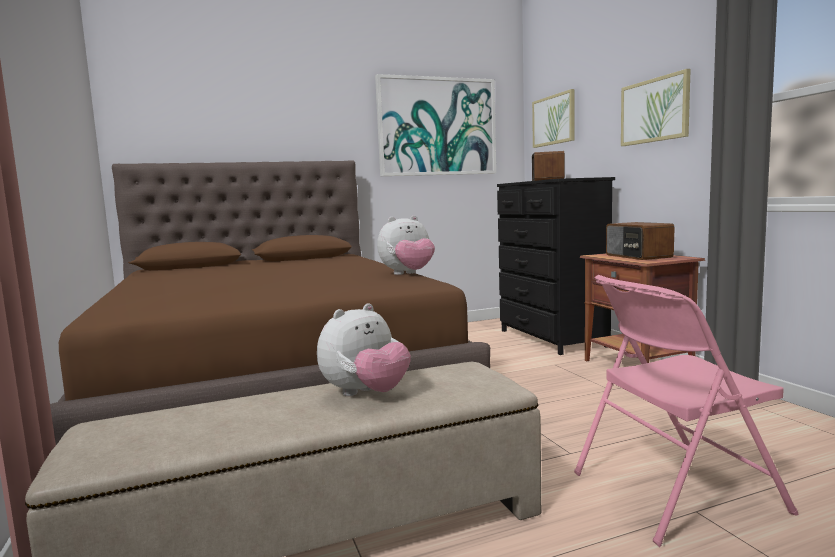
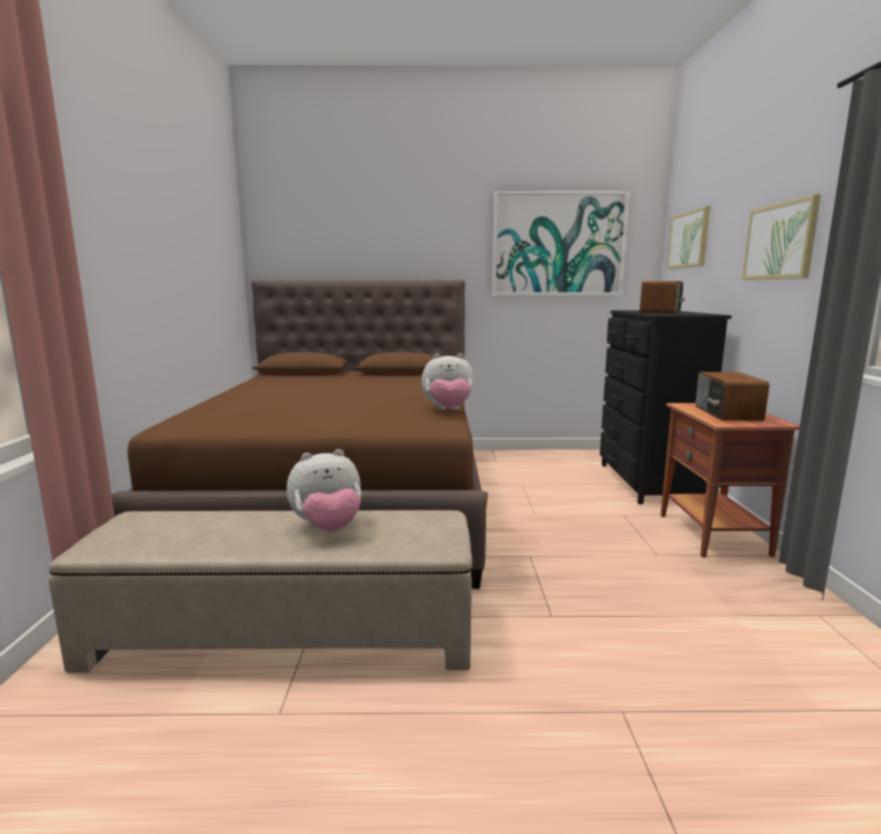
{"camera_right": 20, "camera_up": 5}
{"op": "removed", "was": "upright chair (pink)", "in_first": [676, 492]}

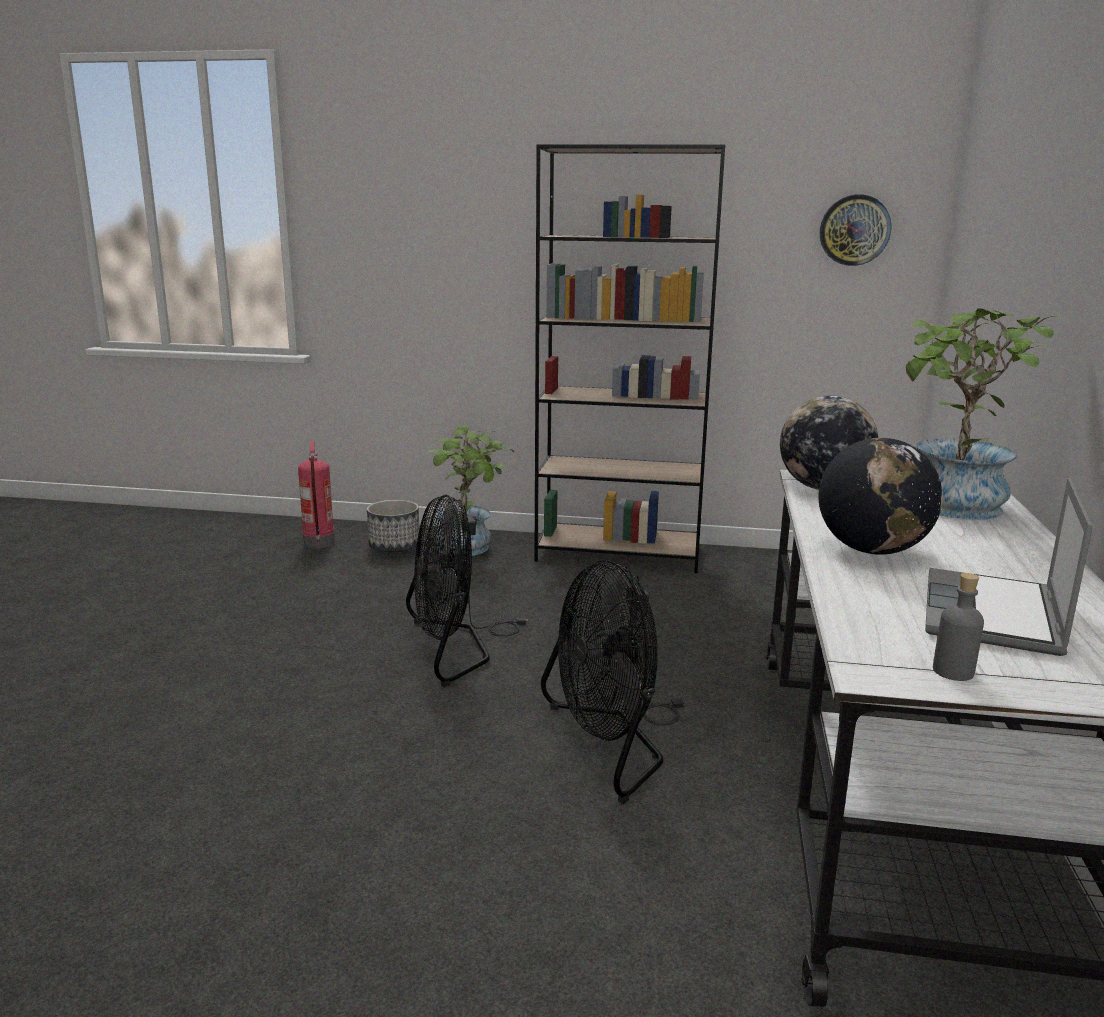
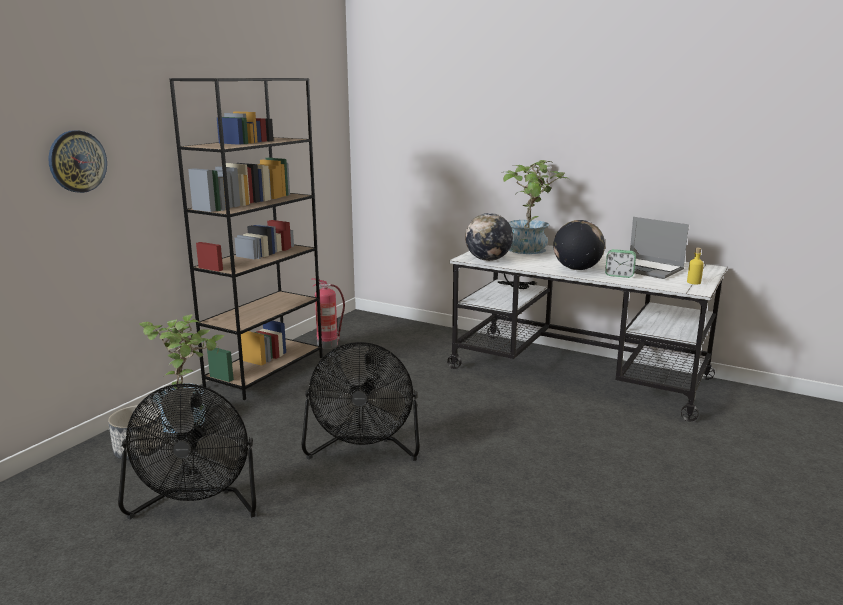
{"camera_right": -70, "camera_up": 0}
{"op": "moved", "was": "wall clock", "in_first": [854, 230], "in_second": [77, 161]}
{"op": "moved", "was": "electric fan (black)", "in_first": [615, 740], "in_second": [194, 502]}
{"op": "moved", "was": "extinguisher", "in_first": [319, 543], "in_second": [328, 344]}
{"op": "added", "now": "alarm clock", "in_second": [619, 275]}
{"op": "recoloured", "was": "bottle (grey)", "now": "bottle (yellow)", "in_first": [953, 671], "in_second": [693, 282]}

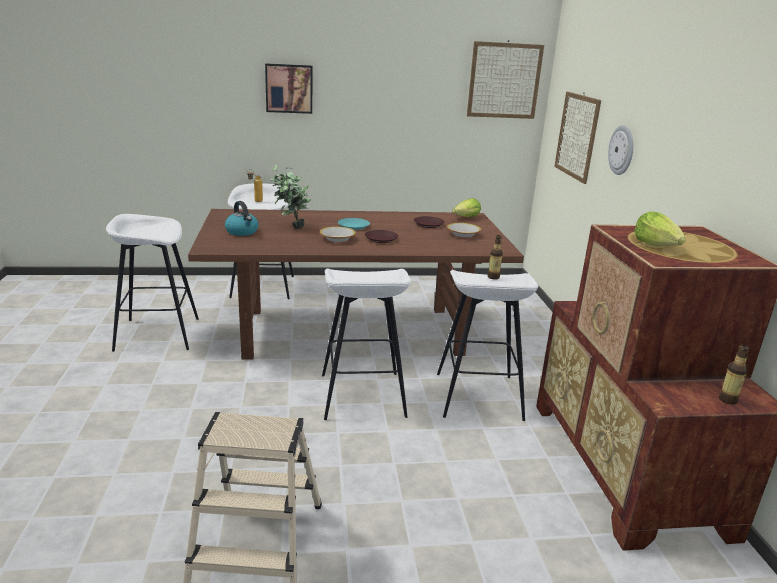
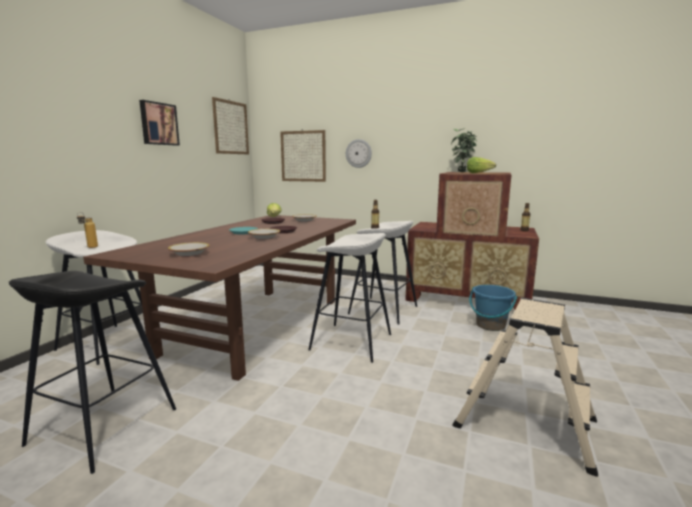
{"camera_right": -60, "camera_up": -10}
{"op": "recoloured", "was": "sitting stool (whitish)", "now": "sitting stool (black)", "in_first": [157, 334], "in_second": [103, 426]}
{"op": "moved", "was": "wall picture", "in_first": [289, 88], "in_second": [158, 124]}
{"op": "replaced", "was": "kettle", "now": "bowl", "in_first": [242, 232], "in_second": [189, 254]}
{"op": "moved", "was": "plant in a pot", "in_first": [290, 228], "in_second": [462, 172]}
{"op": "added", "now": "bucket (blue-coloured)", "in_second": [490, 325]}

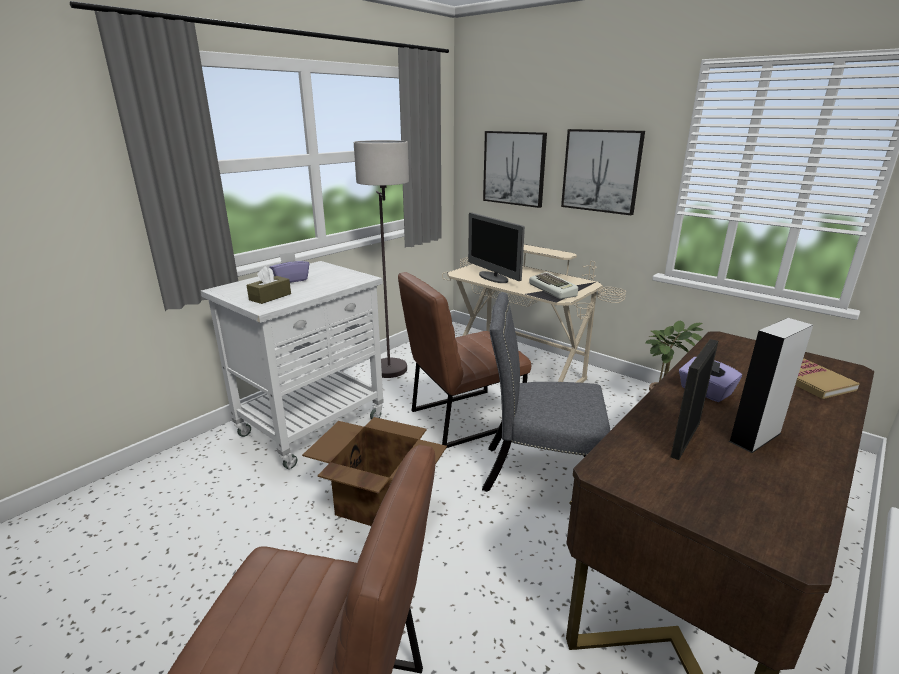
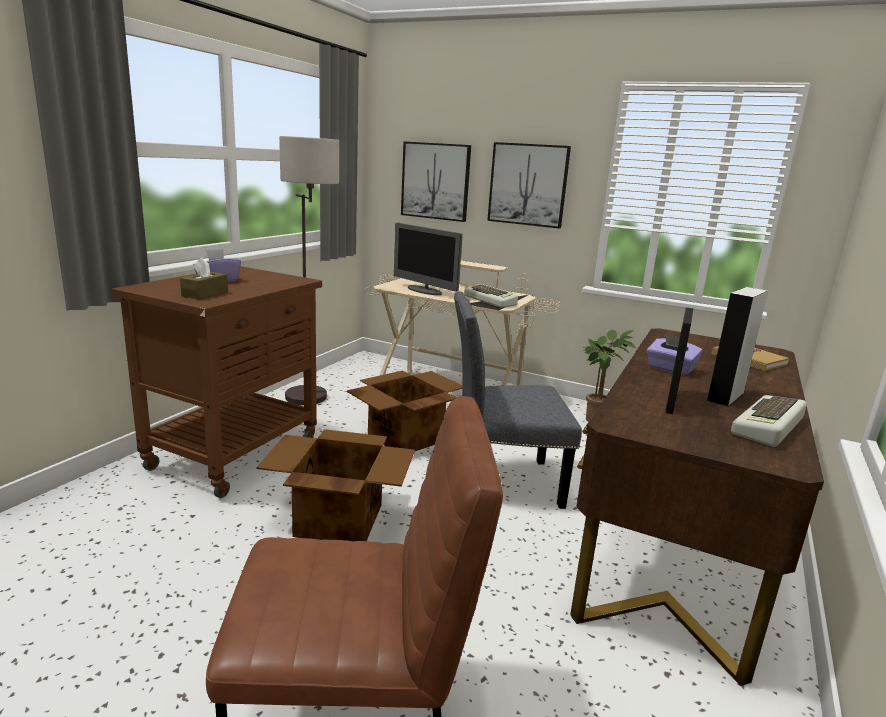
{"camera_right": -15, "camera_up": -5}
{"op": "recoloured", "was": "trolley (whitish)", "now": "trolley (brown-coloured)", "in_first": [313, 427], "in_second": [235, 456]}
{"op": "replaced", "was": "upright chair (brown-coloured)", "now": "packing box", "in_first": [463, 418], "in_second": [404, 438]}
{"op": "added", "now": "computer keyboard", "in_second": [770, 427]}

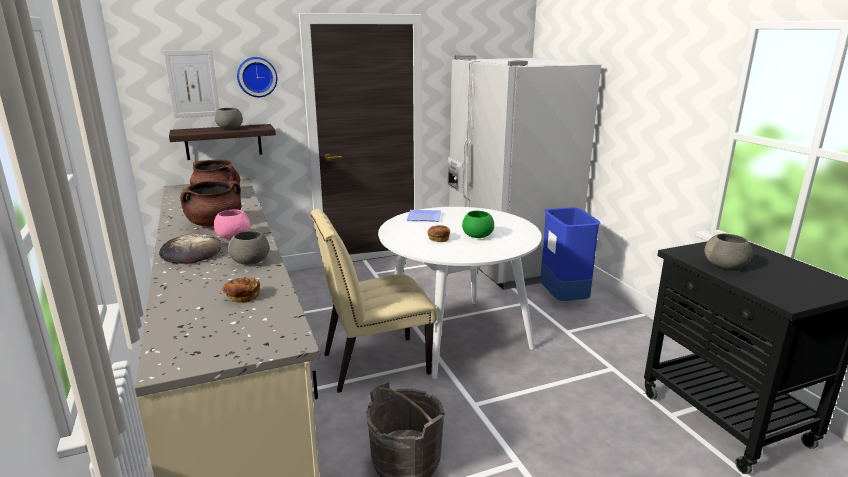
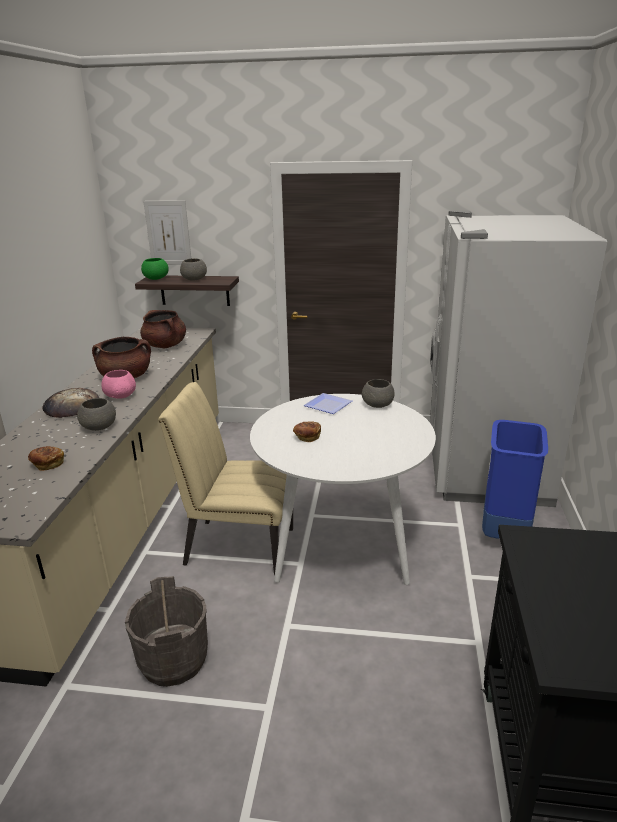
{"camera_right": 30, "camera_up": 5}
{"op": "moved", "was": "bowl (green)", "in_first": [477, 236], "in_second": [155, 278]}
{"op": "moved", "was": "bowl (grey)", "in_first": [725, 266], "in_second": [378, 405]}
{"op": "removed", "was": "wall clock", "in_first": [257, 77]}

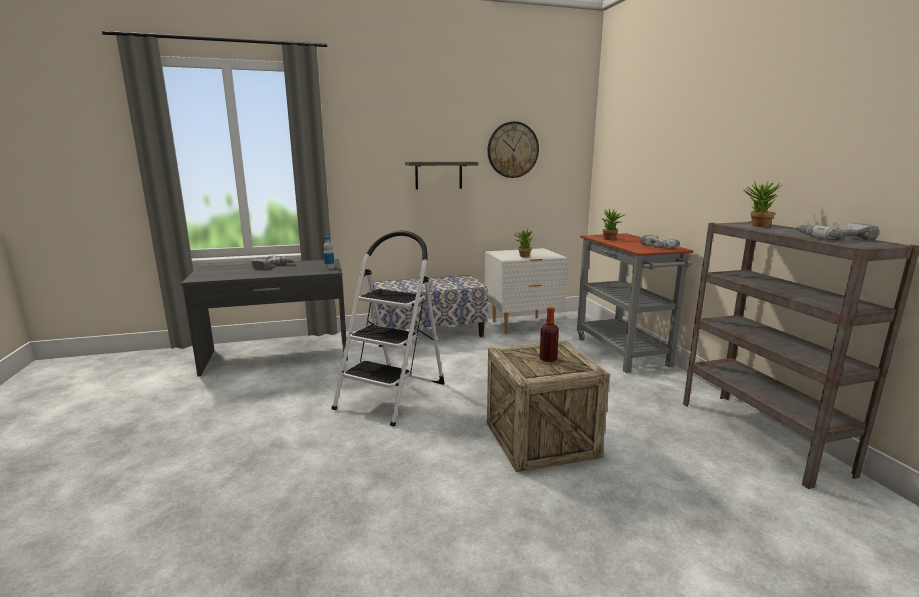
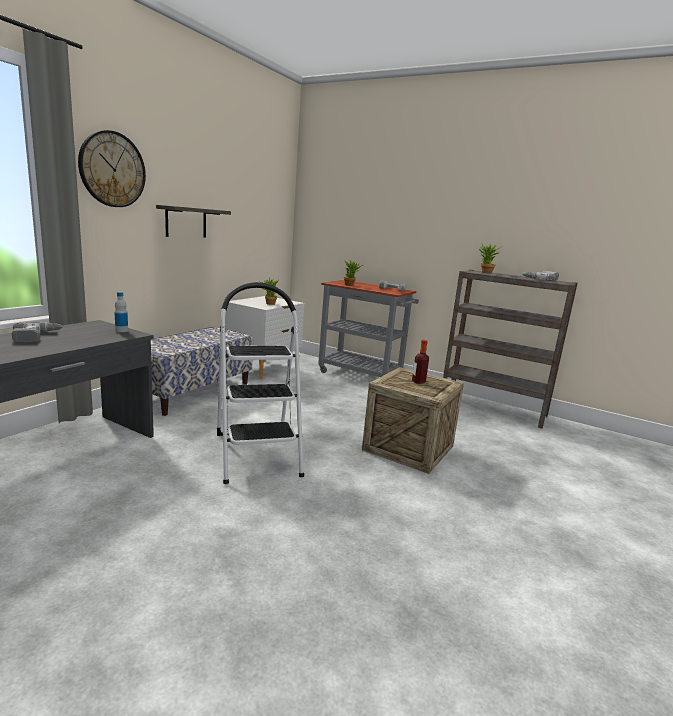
{"camera_right": -45, "camera_up": 0}
{"op": "moved", "was": "wall clock", "in_first": [512, 150], "in_second": [112, 169]}

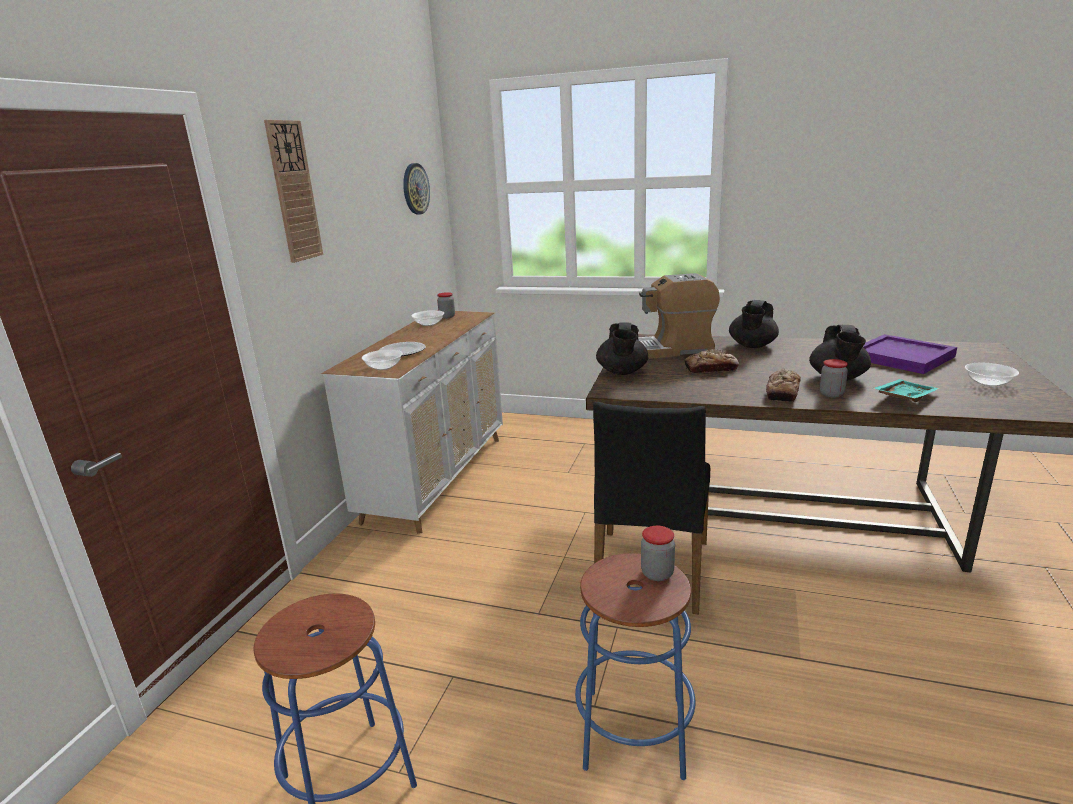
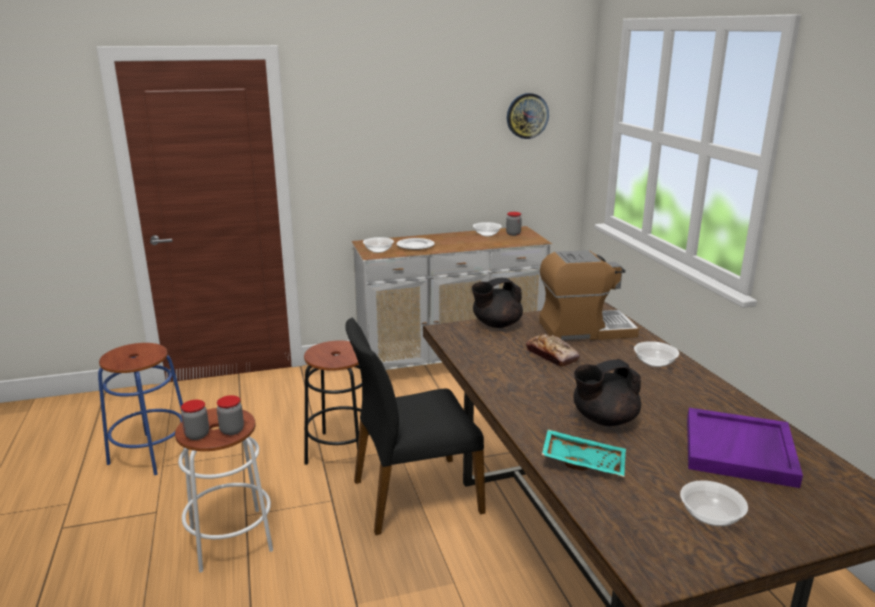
{"camera_right": 55, "camera_up": 0}
{"op": "recoloured", "was": "sitting stool (blue-coloured)", "now": "sitting stool (whitish)", "in_first": [634, 732], "in_second": [230, 539]}
{"op": "moved", "was": "storage jar", "in_first": [831, 394], "in_second": [197, 435]}
{"op": "added", "now": "sitting stool (black)", "in_second": [341, 450]}
{"op": "turned", "was": "coffee brewer", "in_first": [670, 350], "in_second": [584, 330], "clockwise": 120}
{"op": "replaced", "was": "tea pot (black)", "now": "bowl", "in_first": [752, 346], "in_second": [654, 362]}
{"op": "removed", "was": "wall clock", "in_first": [294, 192]}
{"op": "removed", "was": "bread", "in_first": [782, 392]}

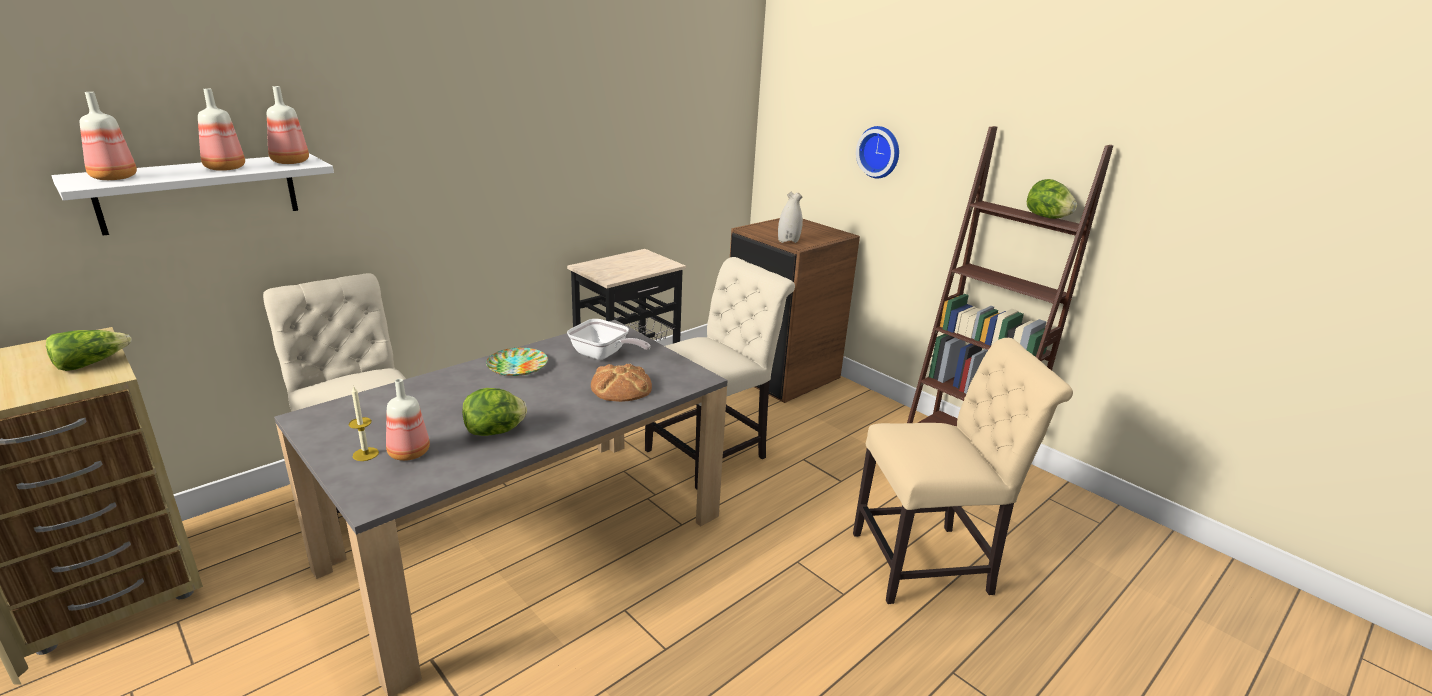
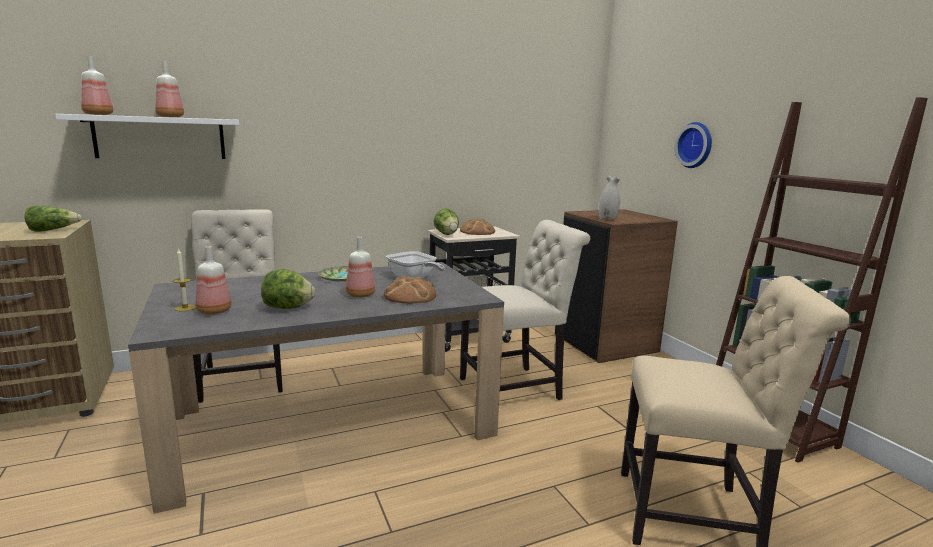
{"camera_right": 20, "camera_up": -10}
{"op": "moved", "was": "bottle", "in_first": [290, 162], "in_second": [360, 295]}
{"op": "moved", "was": "lettuce", "in_first": [1046, 217], "in_second": [446, 234]}
{"op": "added", "now": "bread", "in_second": [477, 231]}

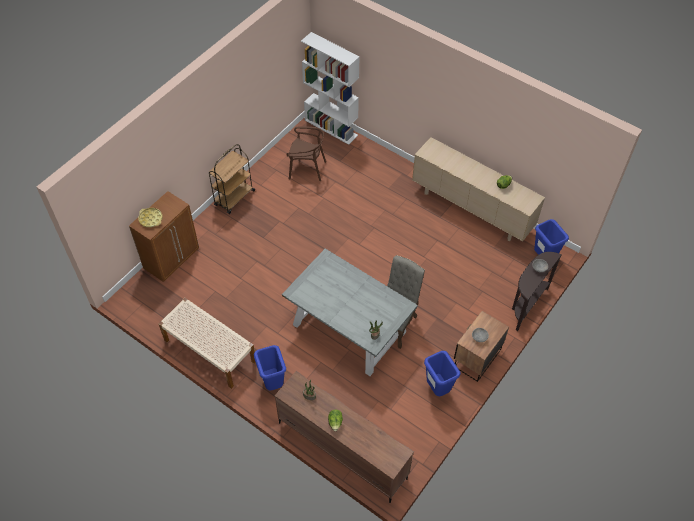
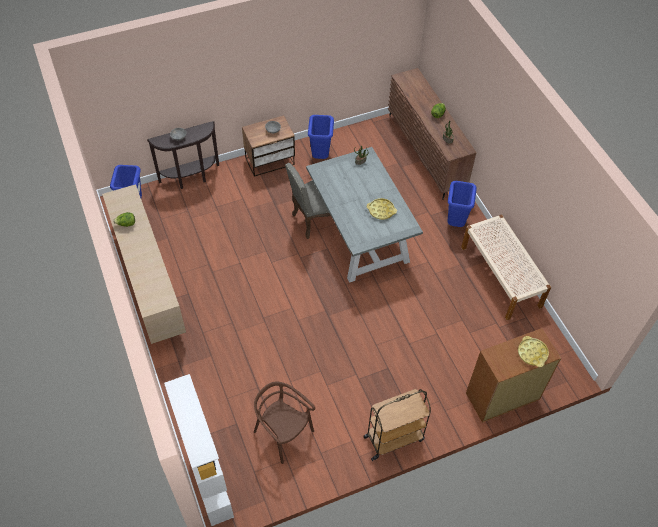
{"camera_right": -150, "camera_up": 0}
{"op": "added", "now": "carrying tray (yellow)", "in_second": [381, 210]}

